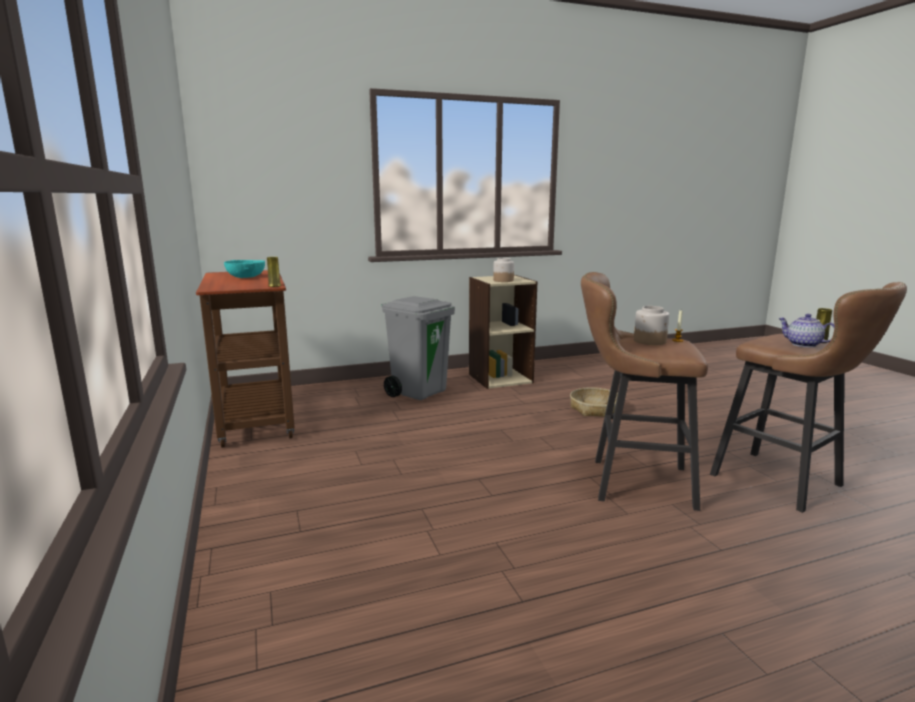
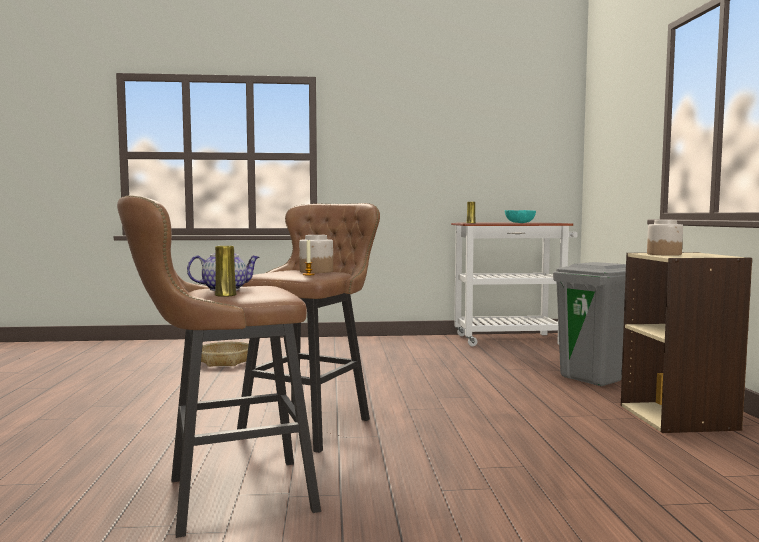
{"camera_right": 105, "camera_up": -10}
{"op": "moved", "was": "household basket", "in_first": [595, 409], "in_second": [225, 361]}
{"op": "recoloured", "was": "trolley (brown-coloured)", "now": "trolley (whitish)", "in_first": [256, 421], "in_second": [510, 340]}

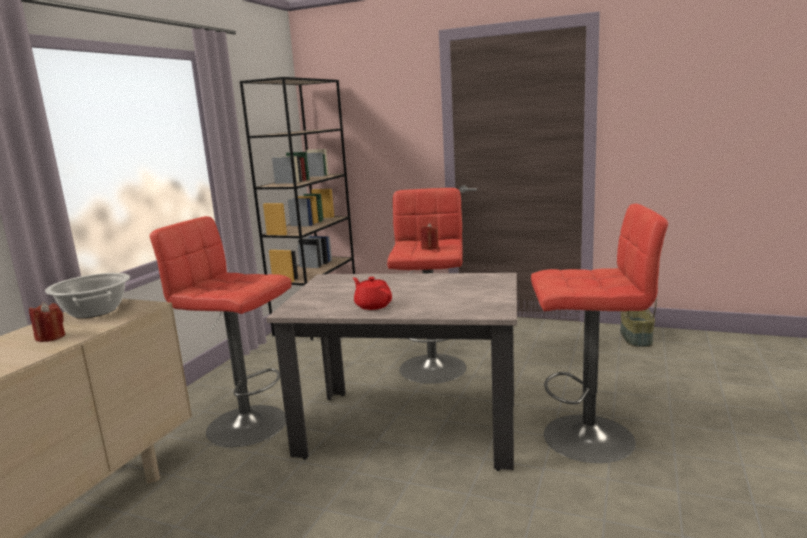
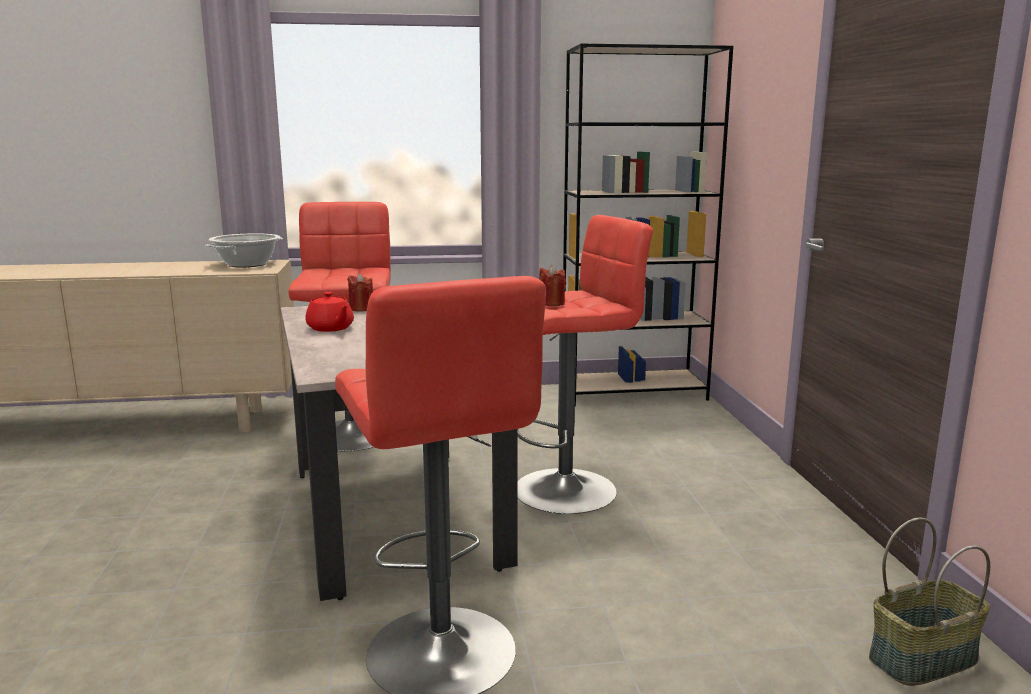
{"camera_right": 60, "camera_up": 0}
{"op": "turned", "was": "tea pot (red-coloured)", "in_first": [373, 305], "in_second": [330, 328], "clockwise": 120}
{"op": "moved", "was": "wax candle (red-coloured)", "in_first": [51, 337], "in_second": [361, 308]}

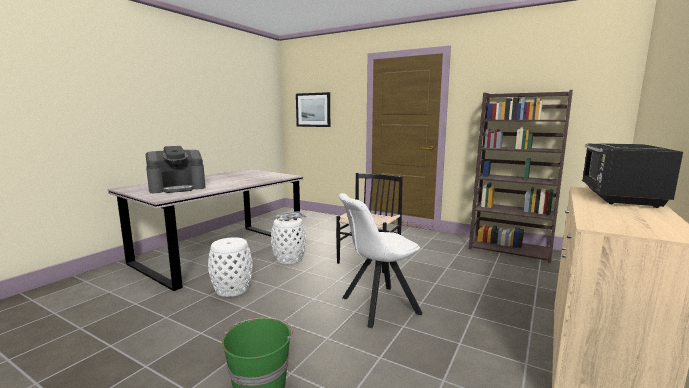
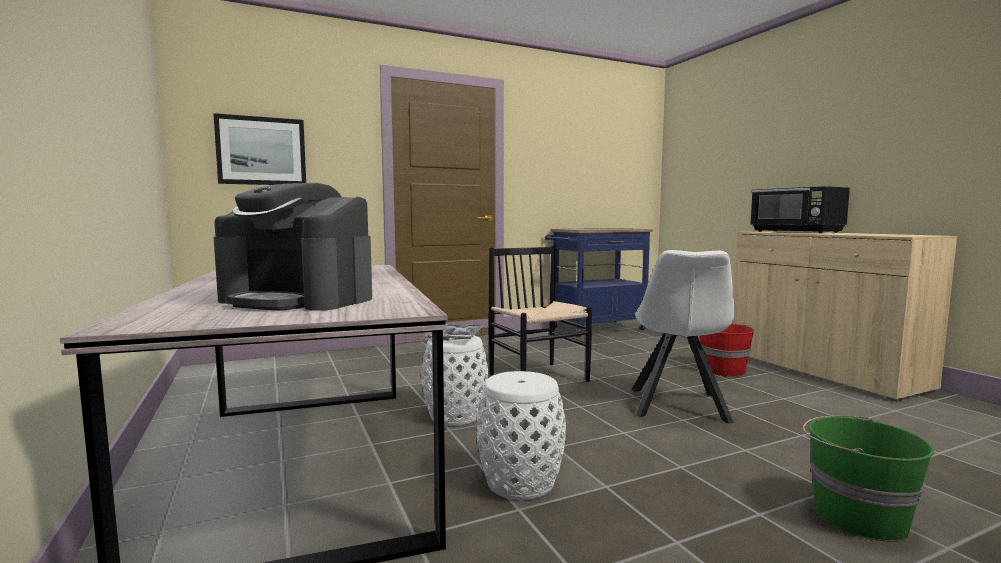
{"camera_right": -55, "camera_up": -5}
{"op": "turned", "was": "coffee brewer", "in_first": [177, 188], "in_second": [299, 299], "clockwise": 105}
{"op": "replaced", "was": "bookcase (brown-coloured)", "now": "trolley (blue-coloured)", "in_first": [510, 249], "in_second": [595, 329]}
{"op": "added", "now": "bucket (red-coloured)", "in_second": [722, 370]}

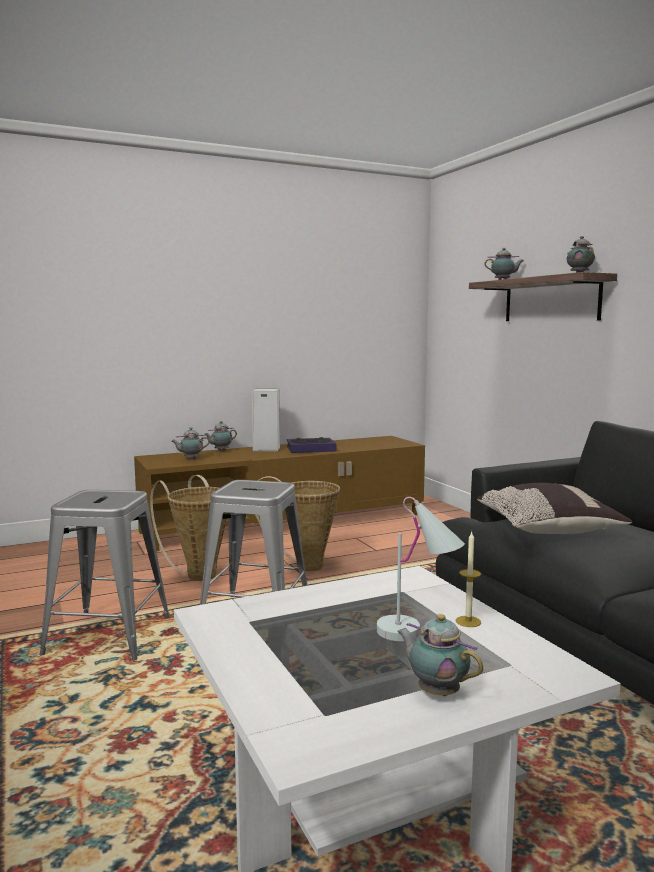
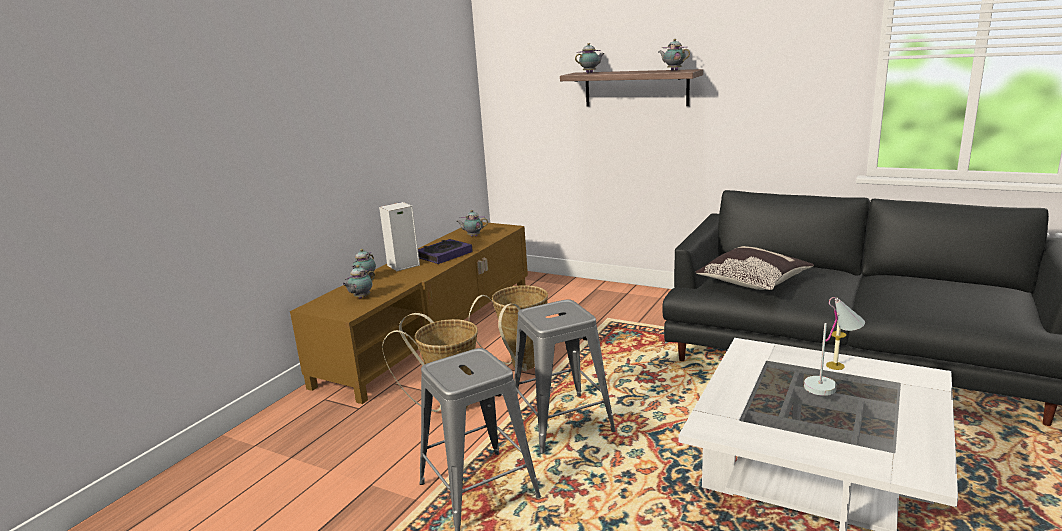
{"camera_right": -35, "camera_up": 10}
{"op": "moved", "was": "tea pot", "in_first": [436, 691], "in_second": [473, 236]}

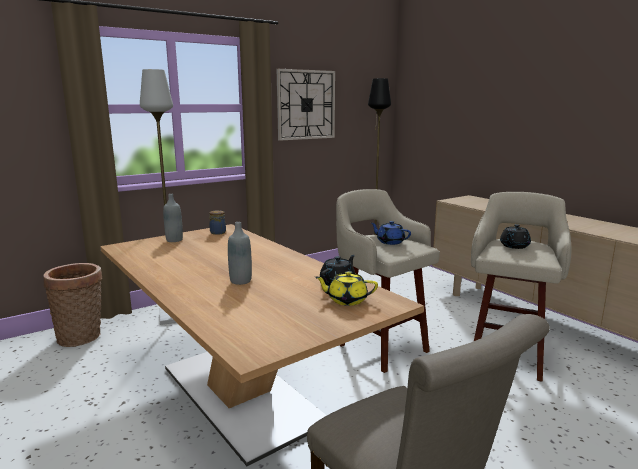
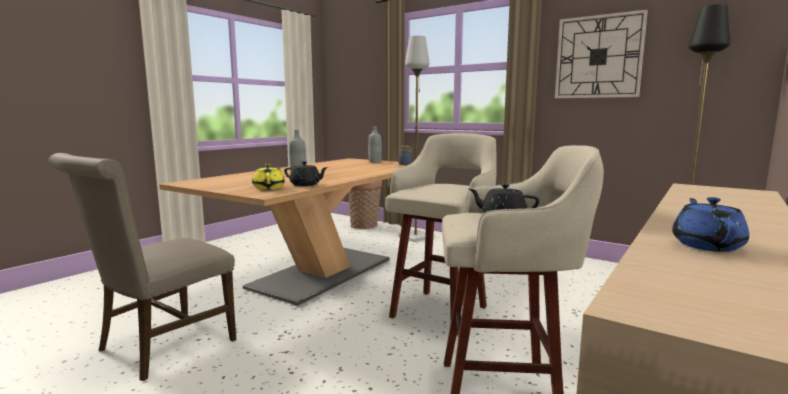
{"camera_right": 70, "camera_up": -5}
{"op": "moved", "was": "tea pot (blue-coloured)", "in_first": [390, 242], "in_second": [706, 245]}

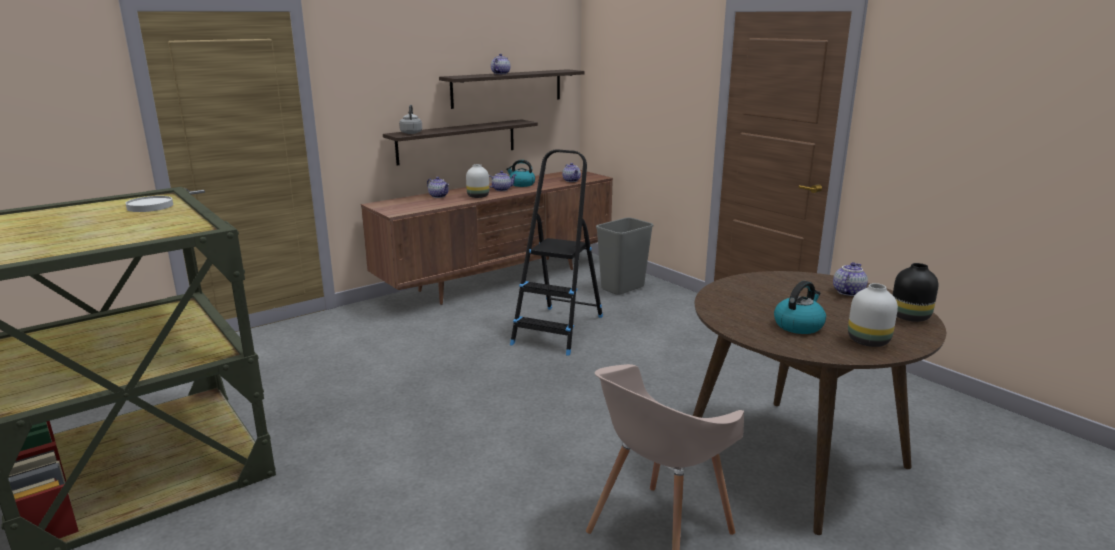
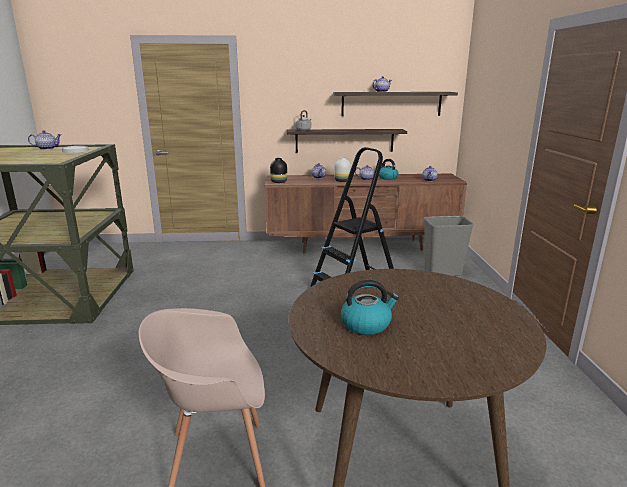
{"camera_right": 35, "camera_up": 0}
{"op": "moved", "was": "tea pot", "in_first": [847, 292], "in_second": [47, 148]}
{"op": "moved", "was": "flower vase (black)", "in_first": [911, 317], "in_second": [279, 182]}
{"op": "removed", "was": "flower vase (whitish)", "in_first": [867, 341]}

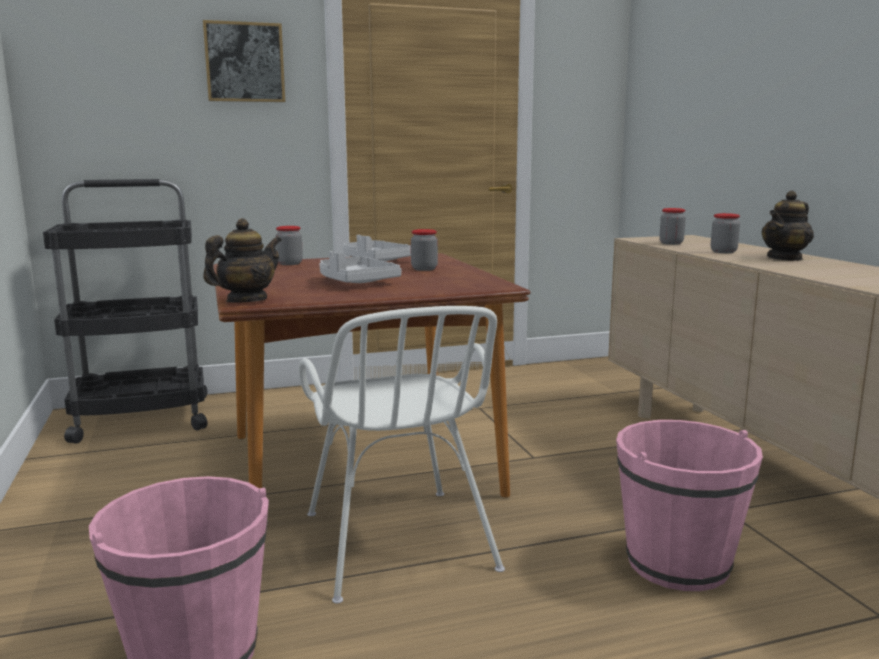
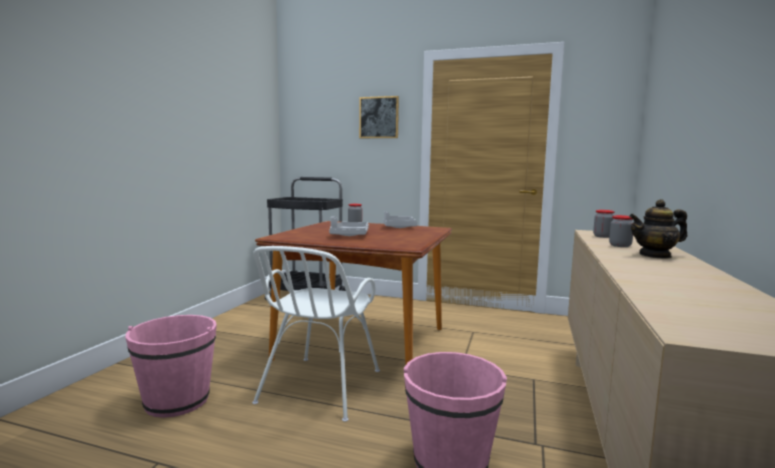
{"camera_right": 35, "camera_up": -5}
{"op": "removed", "was": "tea pot", "in_first": [246, 300]}
{"op": "removed", "was": "storage jar", "in_first": [424, 269]}

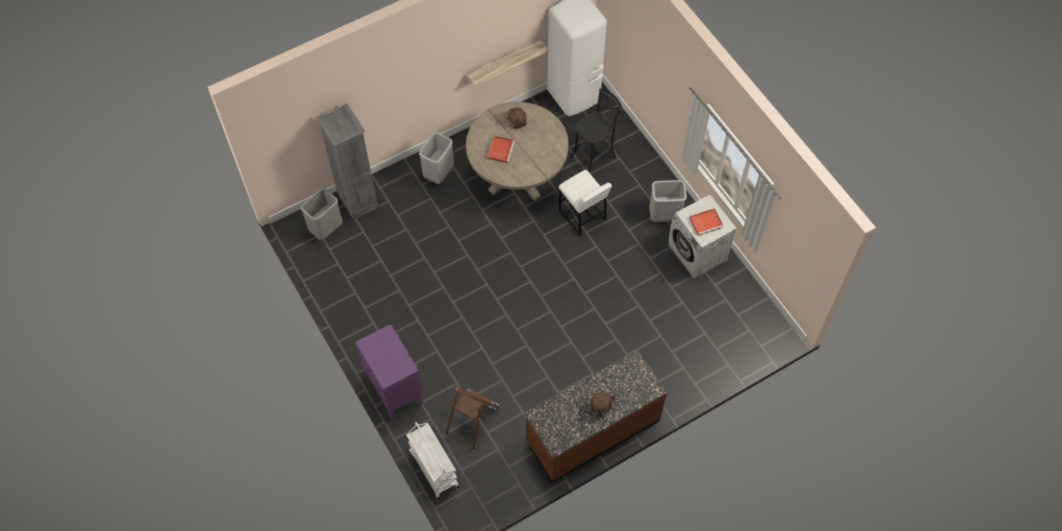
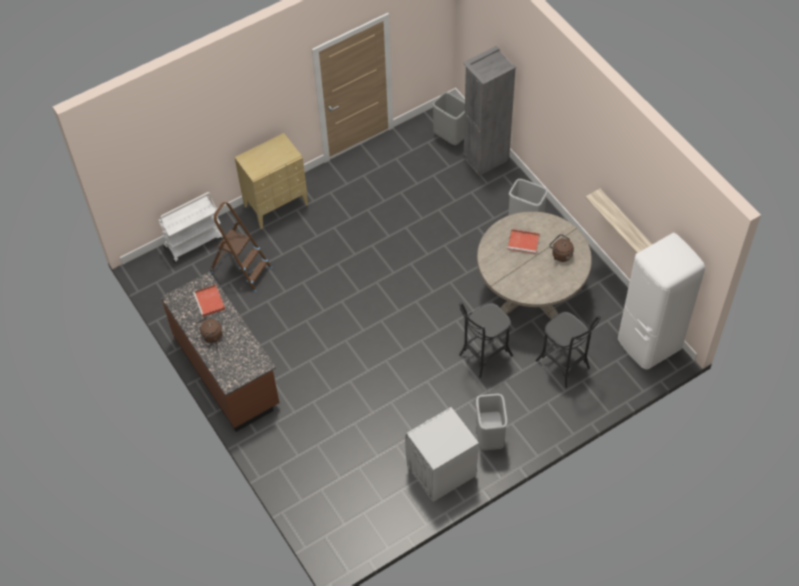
{"camera_right": 90, "camera_up": -5}
{"op": "moved", "was": "carrying tray (red-coloured)", "in_first": [706, 222], "in_second": [210, 302]}
{"op": "recoloured", "was": "dresser (purple)", "now": "dresser (beige-coloured)", "in_first": [394, 388], "in_second": [277, 206]}
{"op": "replaced", "was": "upright chair (whitish)", "now": "sitting stool (black)", "in_first": [583, 216], "in_second": [483, 356]}

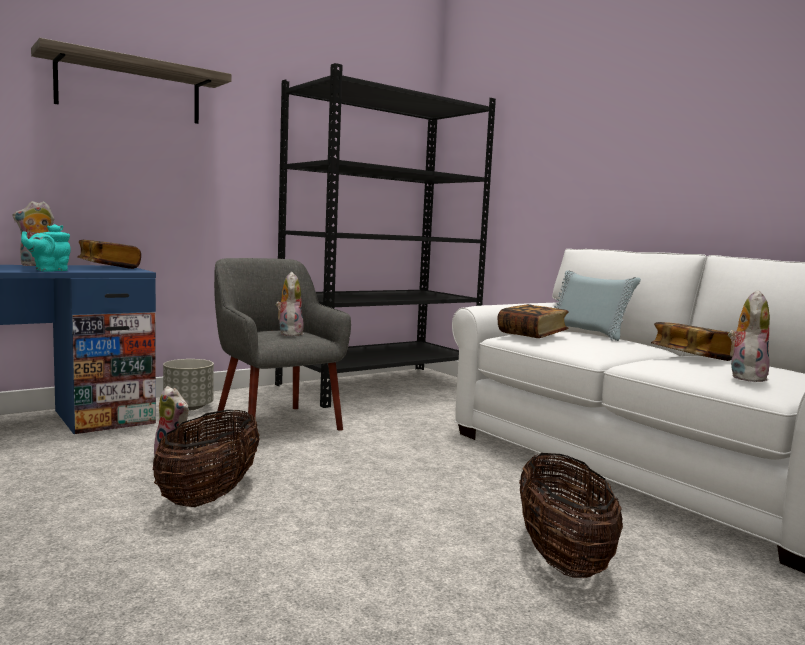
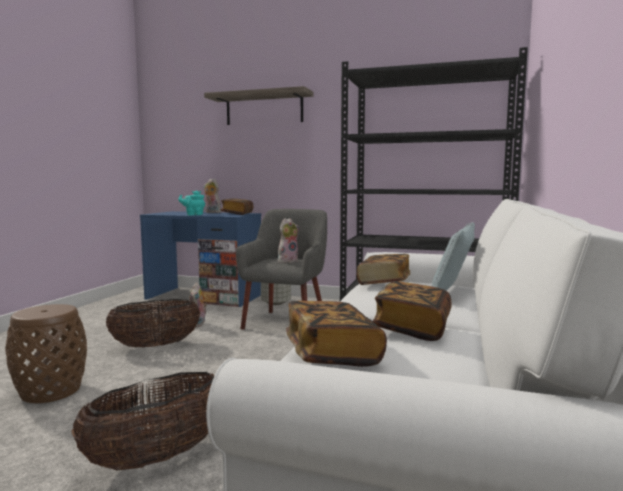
{"camera_right": 55, "camera_up": 0}
{"op": "added", "now": "sitting stool (brown-coloured)", "in_second": [51, 391]}
{"op": "replaced", "was": "plush toy", "now": "volume", "in_first": [745, 377], "in_second": [332, 354]}

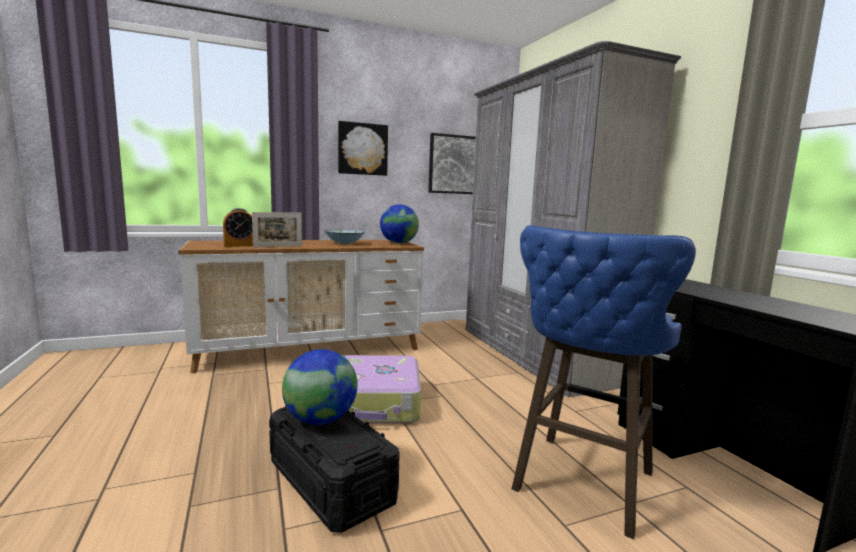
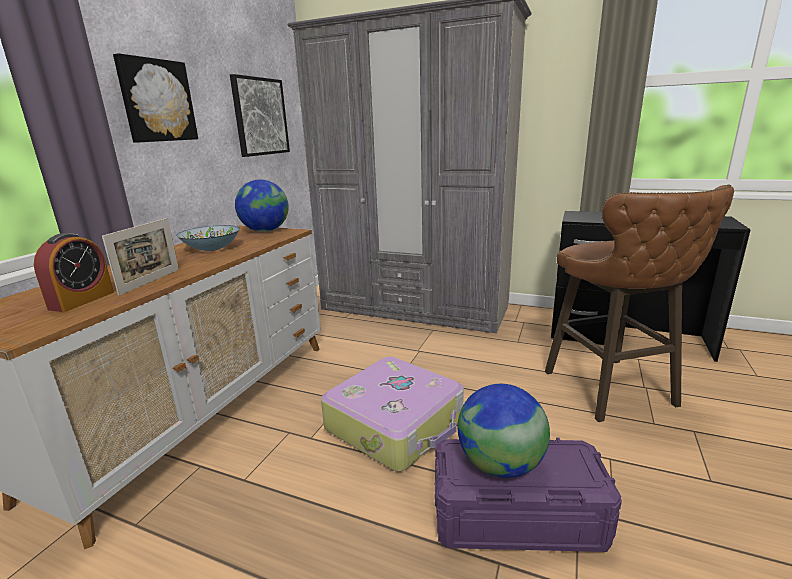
{"camera_right": -45, "camera_up": 10}
{"op": "recoloured", "was": "storage container (black)", "now": "storage container (purple)", "in_first": [331, 481], "in_second": [516, 517]}
{"op": "recoloured", "was": "sitting stool (blue-coloured)", "now": "sitting stool (brown-coloured)", "in_first": [582, 484], "in_second": [612, 391]}

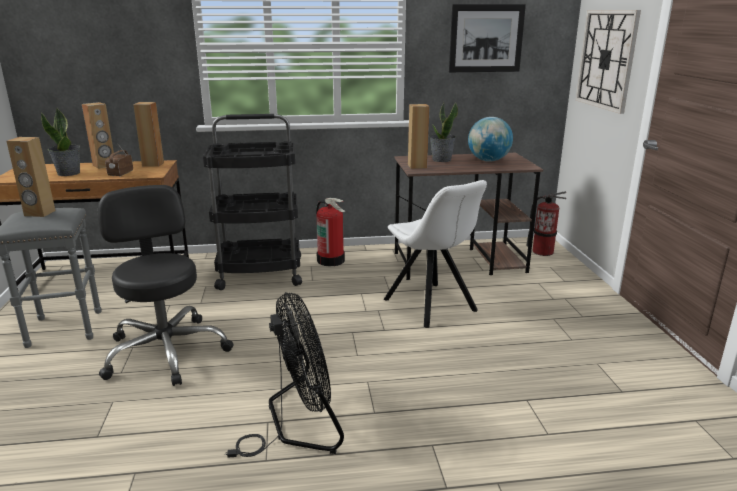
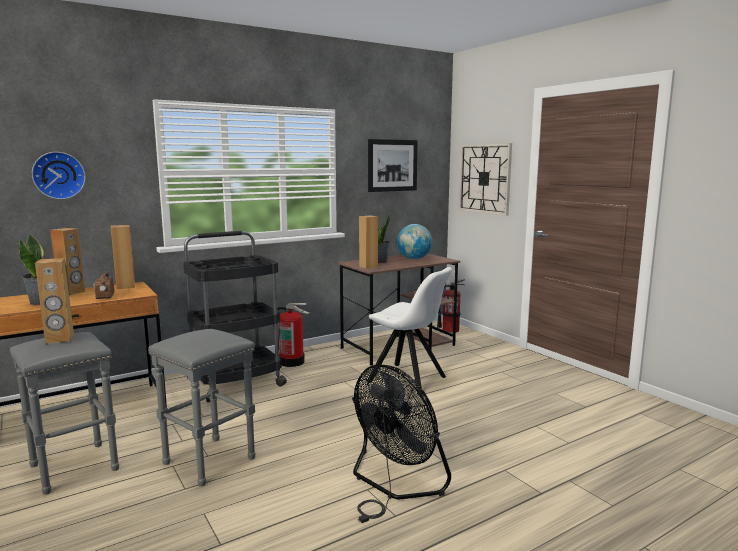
{"camera_right": -25, "camera_up": -10}
{"op": "added", "now": "wall clock", "in_second": [58, 175]}
{"op": "replaced", "was": "computer chair (black)", "now": "sitting stool (grey)", "in_first": [165, 349], "in_second": [209, 459]}

